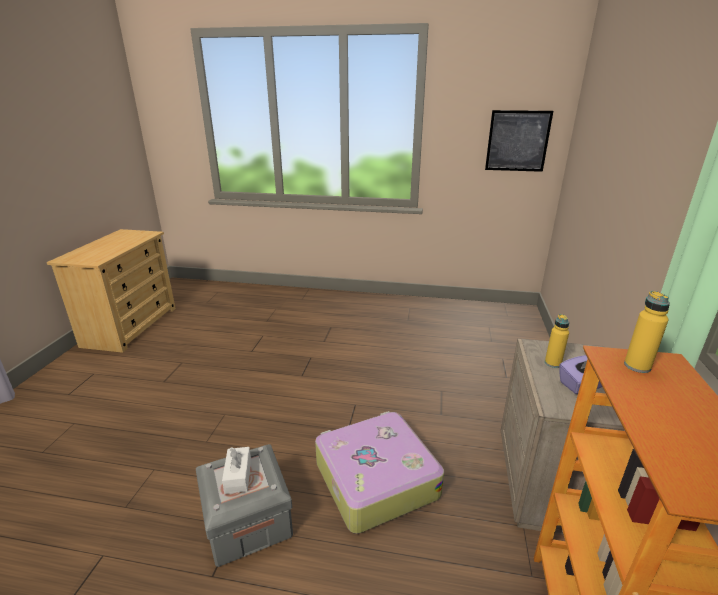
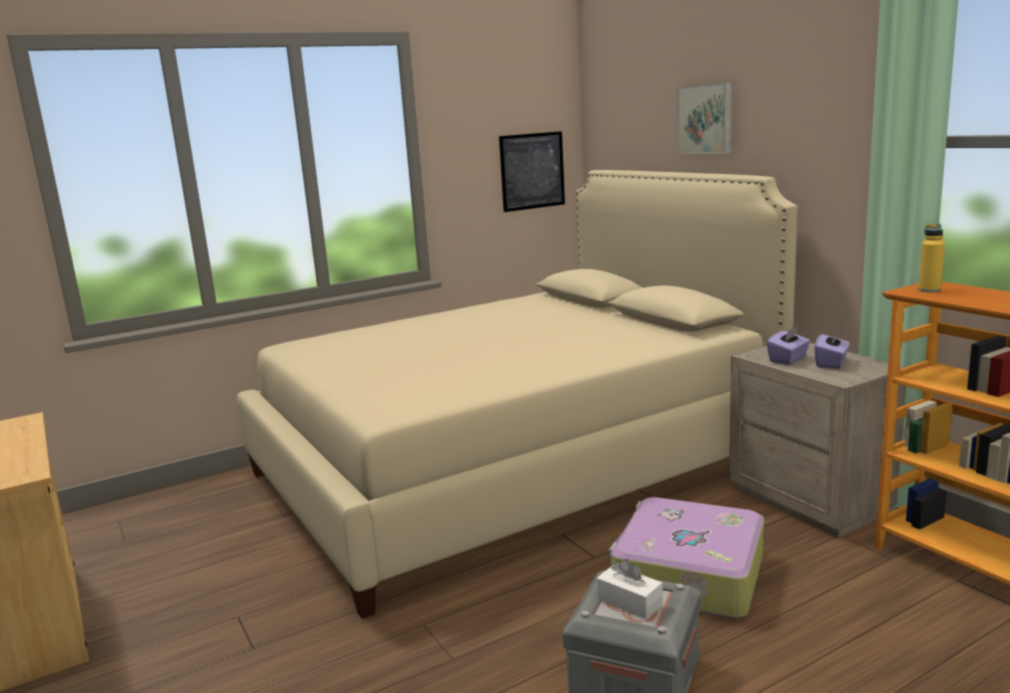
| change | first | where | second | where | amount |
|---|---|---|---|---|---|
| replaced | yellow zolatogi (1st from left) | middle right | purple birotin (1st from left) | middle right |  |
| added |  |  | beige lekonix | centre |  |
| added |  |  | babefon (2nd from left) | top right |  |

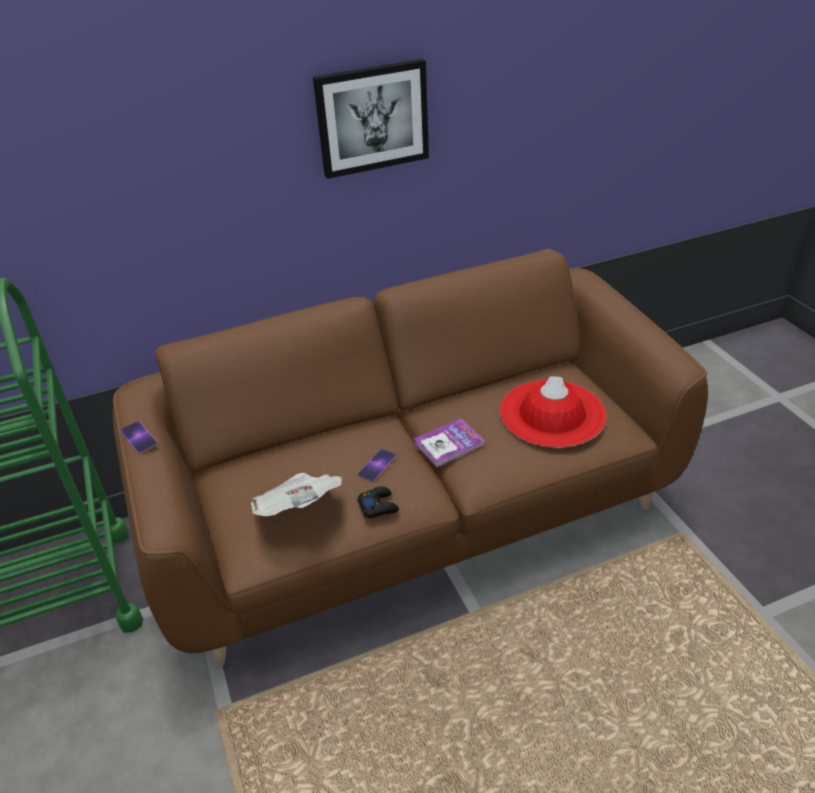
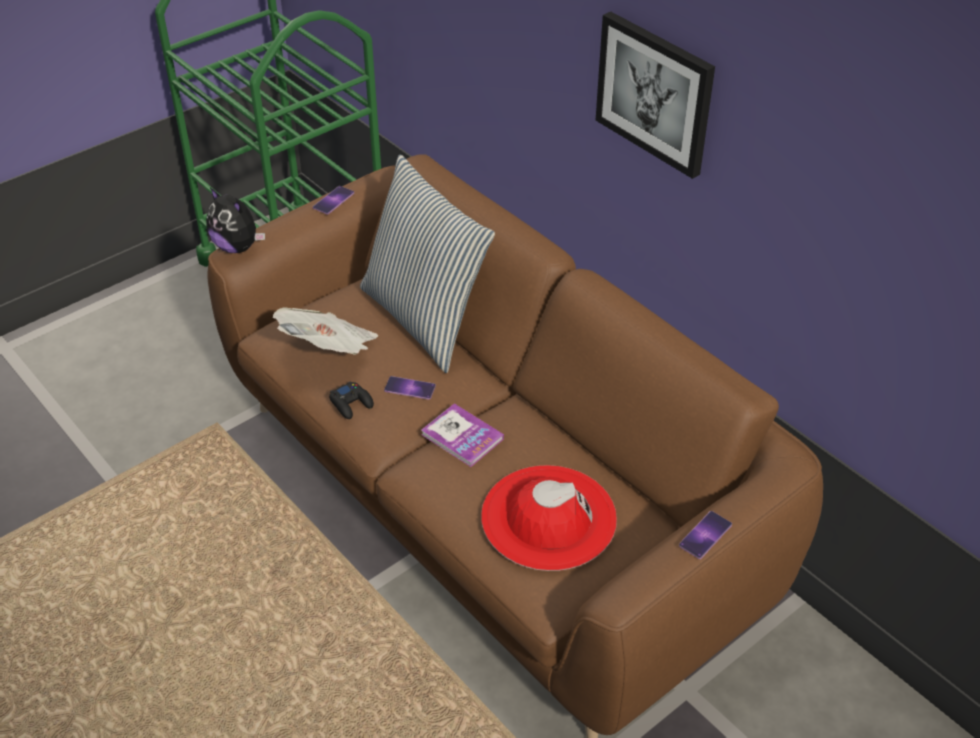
| change | first | where | second | where | amount |
|---|---|---|---|---|---|
| added |  |  | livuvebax | top left |  |
| added |  |  | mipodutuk | centre |  |
| added |  |  | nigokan (3rd from left) | bottom right |  |

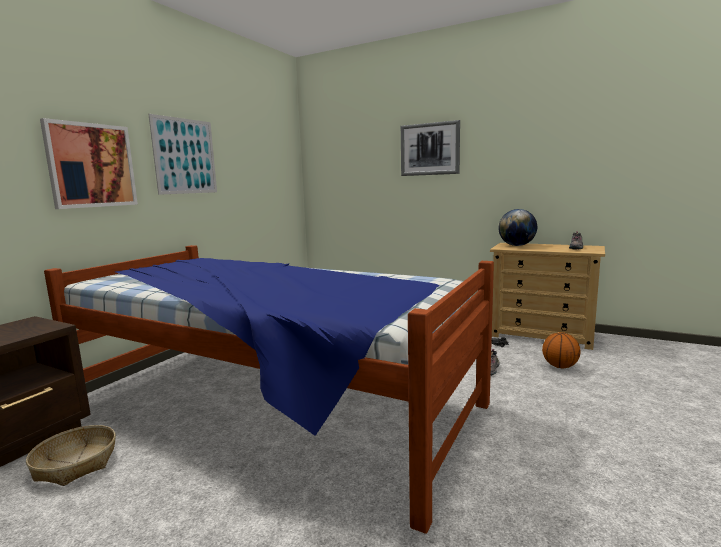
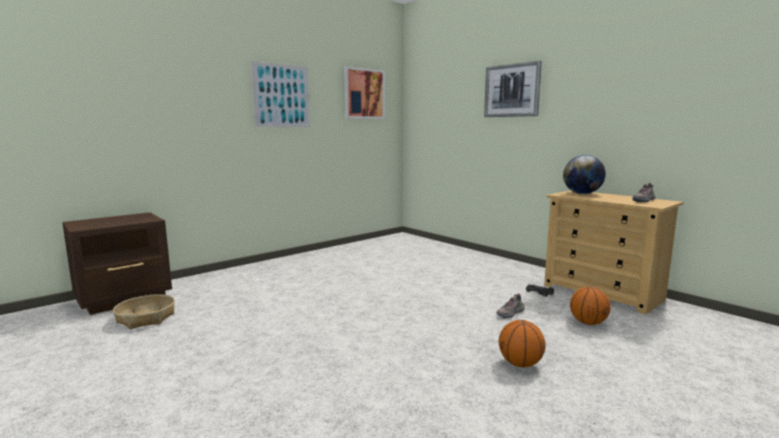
| change | first | where | second | where | amount |
|---|---|---|---|---|---|
| moved | babefon (1st from left in the first image) | top left | babefon (2nd from left) | top centre |  |
| removed | lekonix | bottom centre |  |  |  |
| added |  |  | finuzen (1st from left) | bottom right |  |

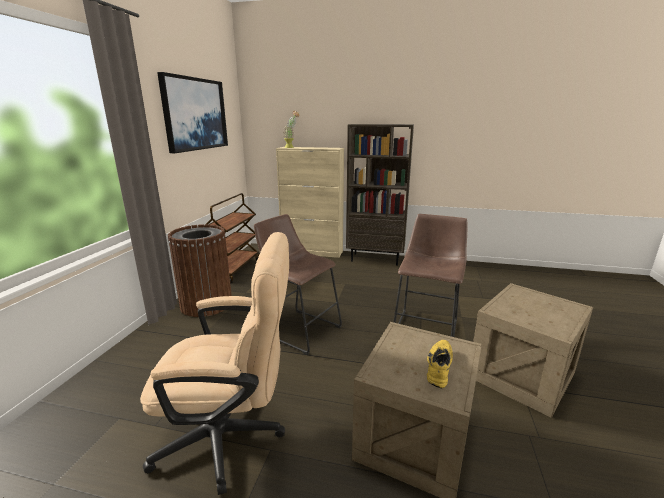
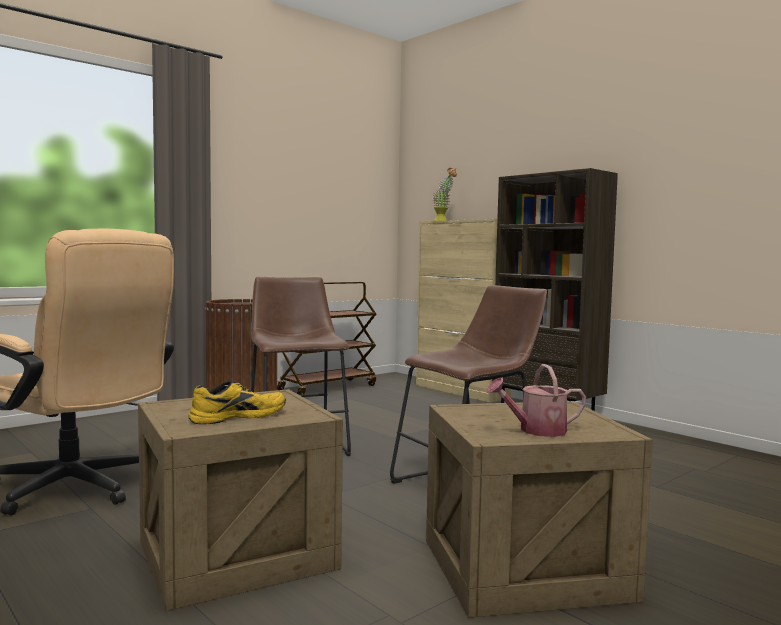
| change | first | where | second | where | amount |
|---|---|---|---|---|---|
| removed | babefon | top left |  |  |  |
| added |  |  | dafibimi | middle right |  |

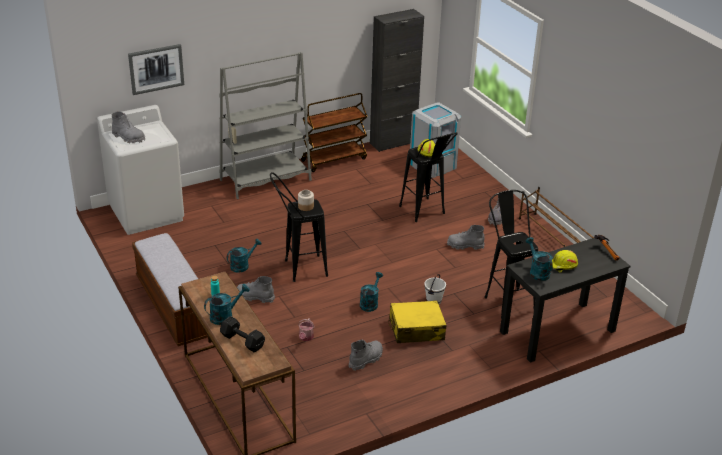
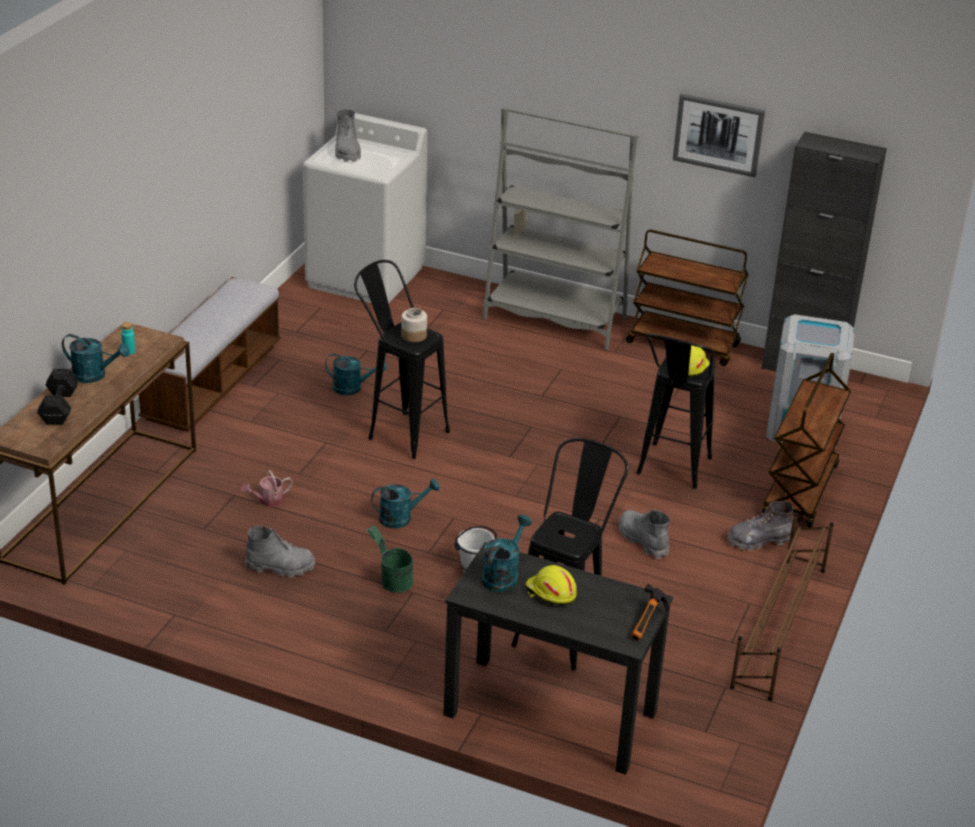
| change | first | where | second | where | amount |
|---|---|---|---|---|---|
| moved | babefon | top left |  | top right |  |
| removed | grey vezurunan (2nd from left) | centre |  |  |  |
| replaced | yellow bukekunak | bottom centre | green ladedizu | bottom centre |  |
| added |  |  | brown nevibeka (2nd from left) | middle right |  |

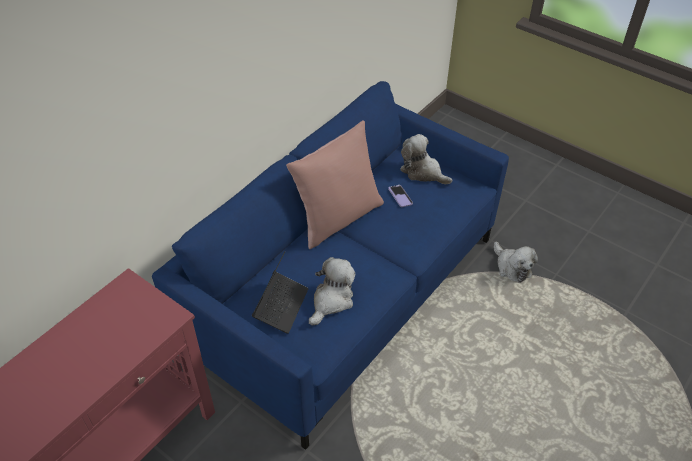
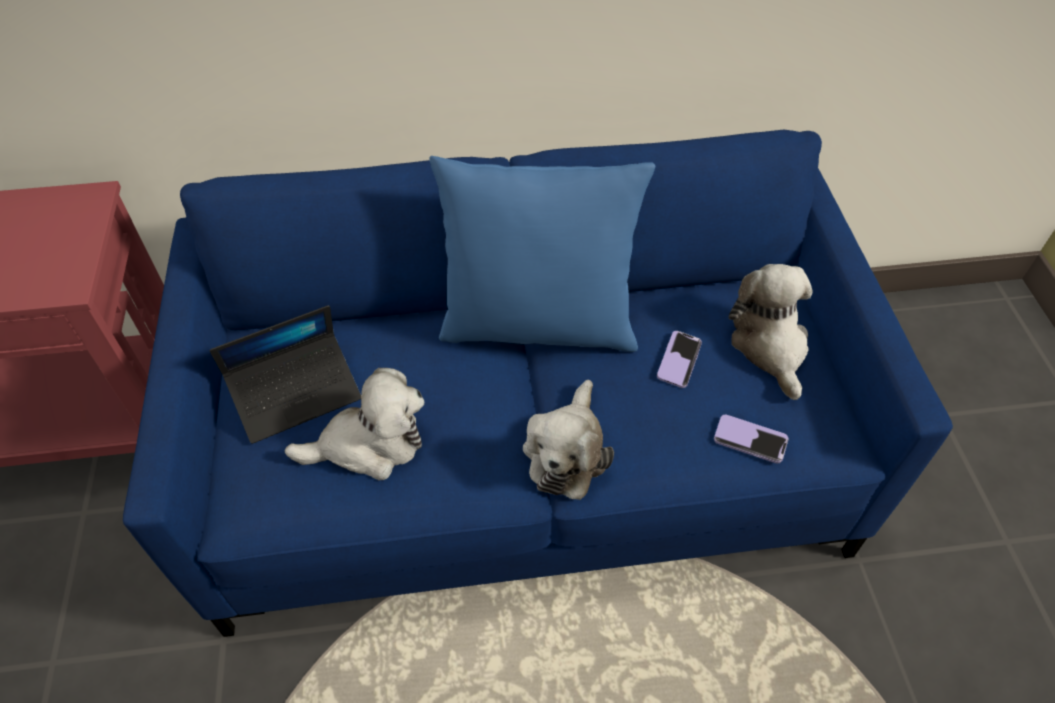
| change | first | where | second | where | amount |
|---|---|---|---|---|---|
| recoloured | pink mipodutuk | centre | blue mipodutuk | centre |  |
| moved | livuvebax (3rd from left in the first image) | middle right | livuvebax (2nd from left) | centre |  |
| added |  |  | nigokan (2nd from left) | middle right |  |

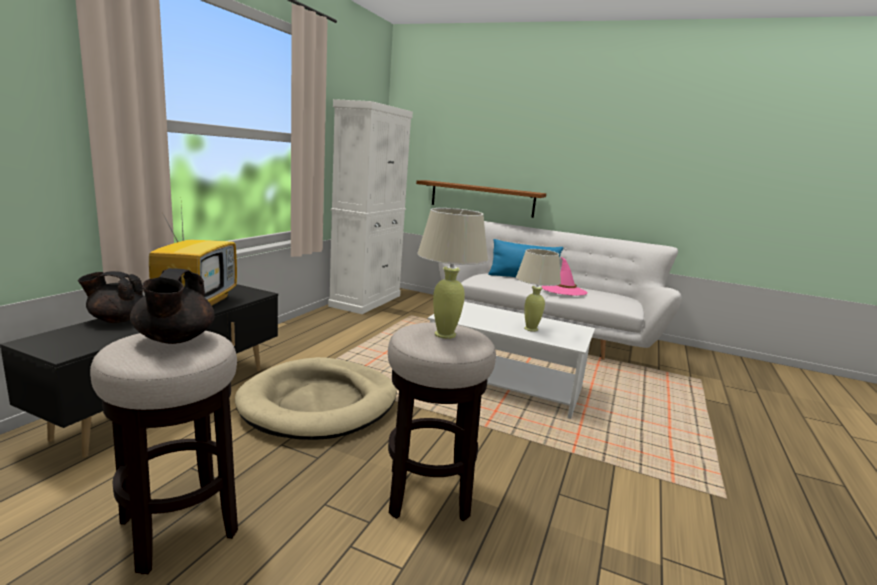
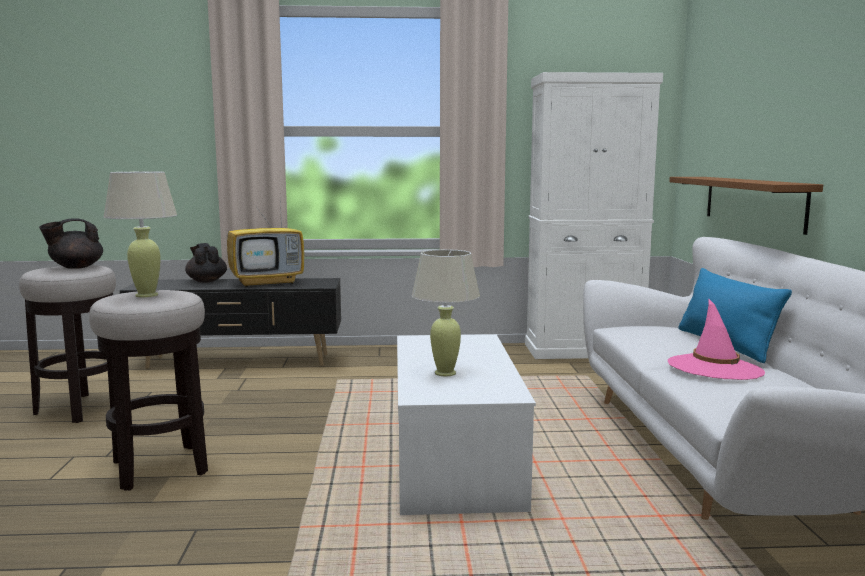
| change | first | where | second | where | amount |
|---|---|---|---|---|---|
| removed | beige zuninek | bottom centre |  |  |  |

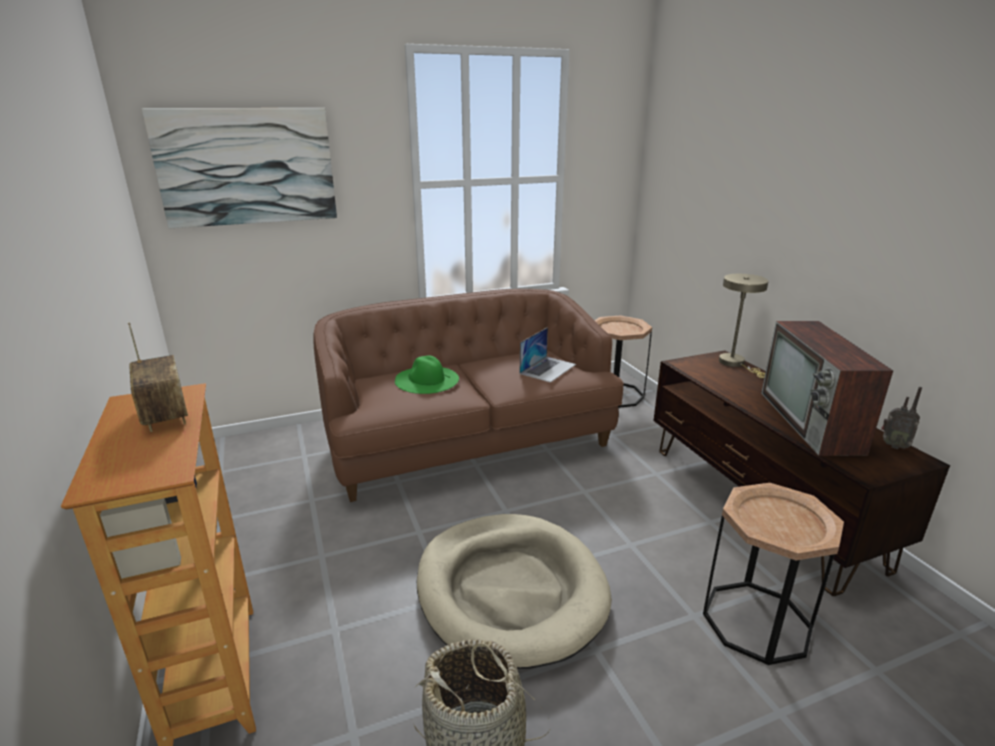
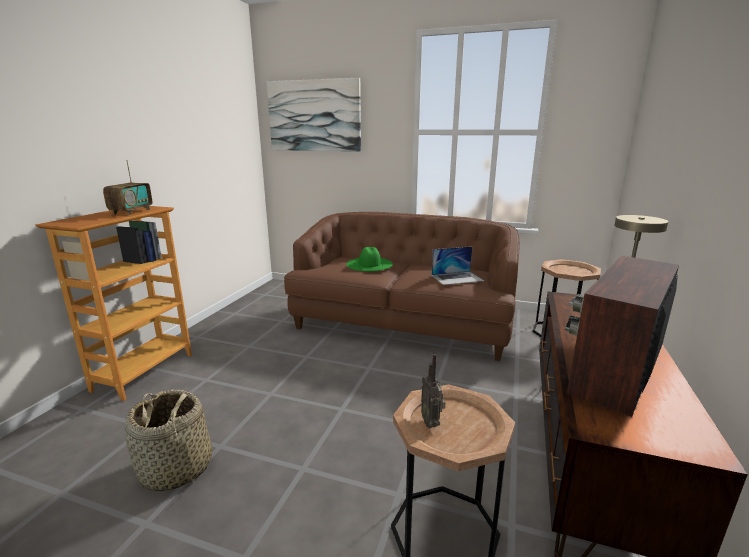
| change | first | where | second | where | amount |
|---|---|---|---|---|---|
| removed | beige zuninek | bottom centre |  |  |  |
| moved | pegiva (2nd from left) | middle right |  | bottom centre |  |

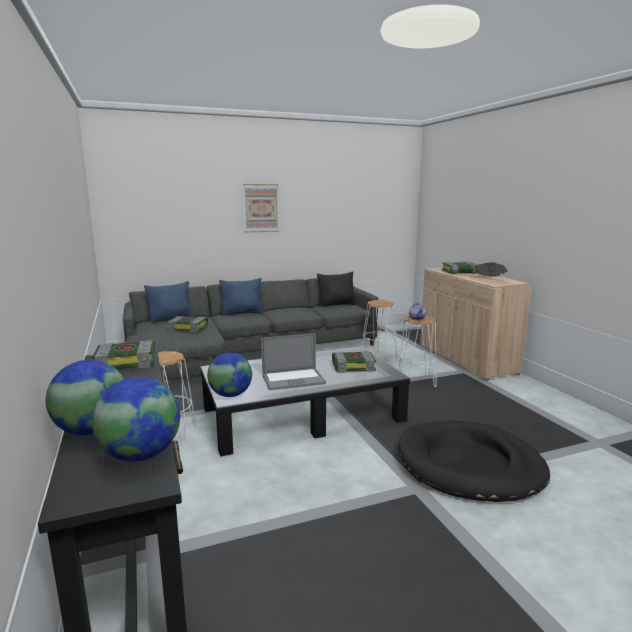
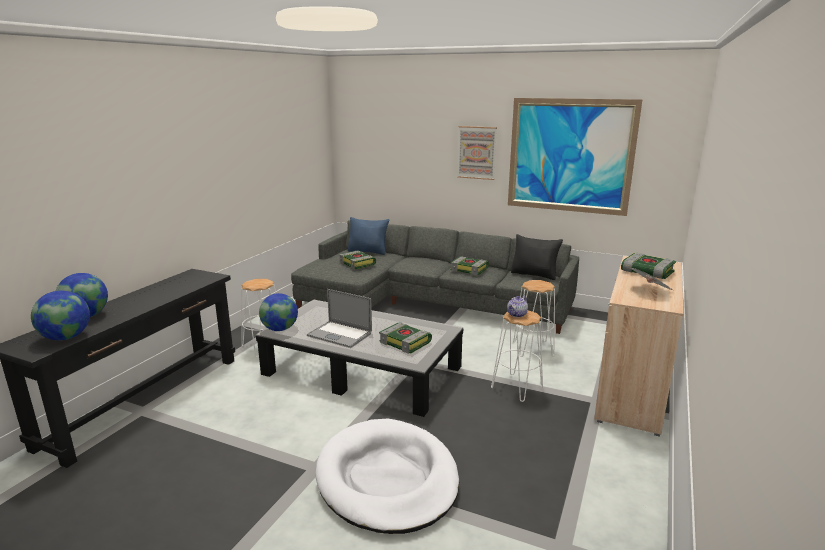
| change | first | where | second | where | amount |
|---|---|---|---|---|---|
| moved | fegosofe (1st from left in the first image) | middle left | fegosofe (3rd from left) | centre |  |
| removed | blue mipodutuk (2nd from left) | centre |  |  |  |
| recoloured | black zuninek | bottom right | white zuninek | bottom centre |  |
| added |  |  | babefon (2nd from left) | top right |  |

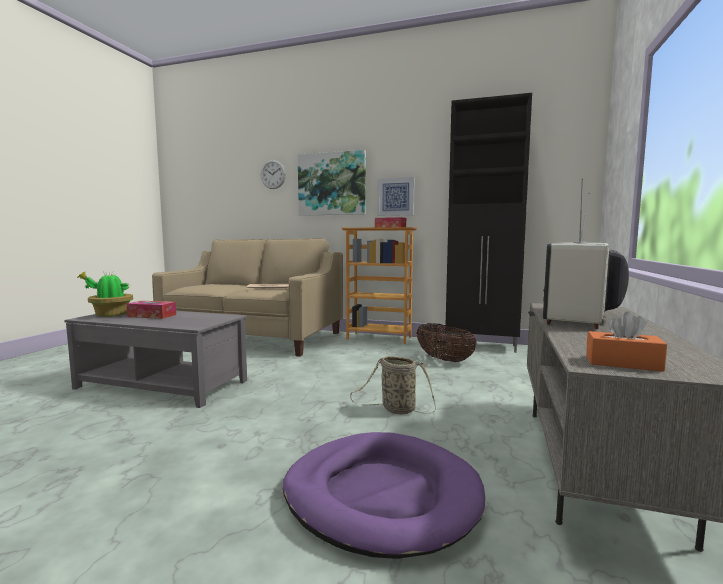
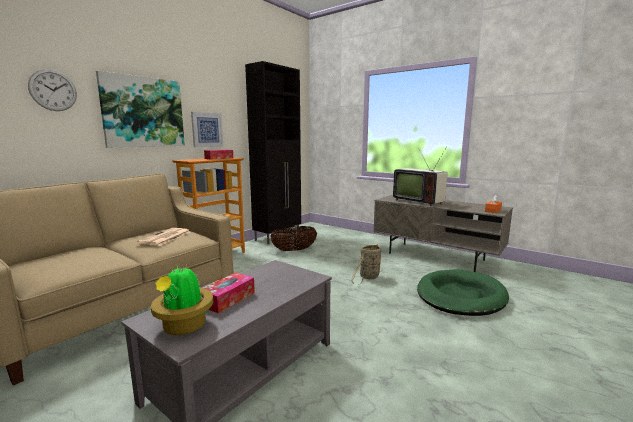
| change | first | where | second | where | amount |
|---|---|---|---|---|---|
| recoloured | purple zuninek | bottom centre | green zuninek | bottom right |  |

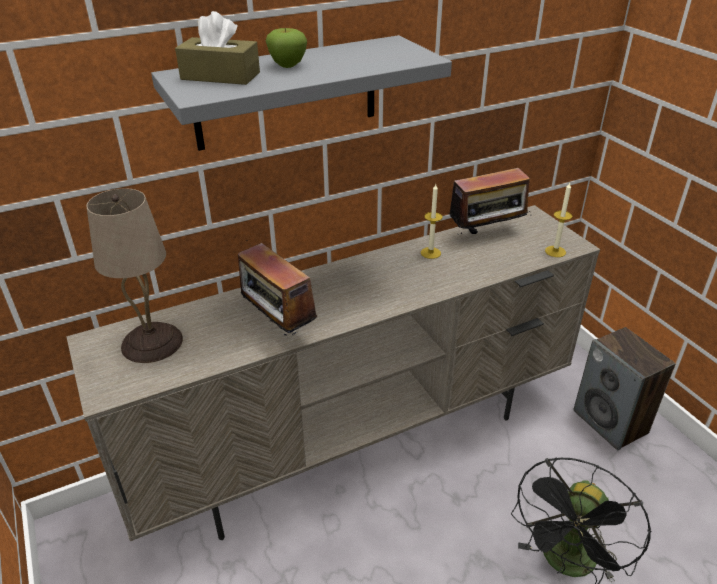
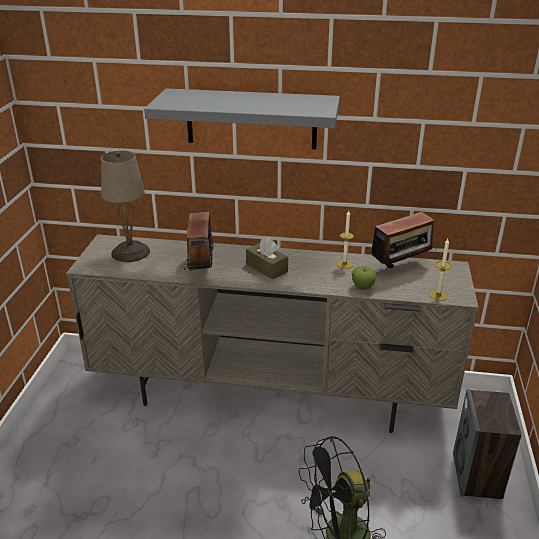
| change | first | where | second | where | amount |
|---|---|---|---|---|---|
| moved | brown birotin | top left |  | centre |  |
| moved | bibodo | top centre |  | middle right |  |
| turned | pegiva (2nd from left) | middle right |  | middle right | 45 degrees counterclockwise |

